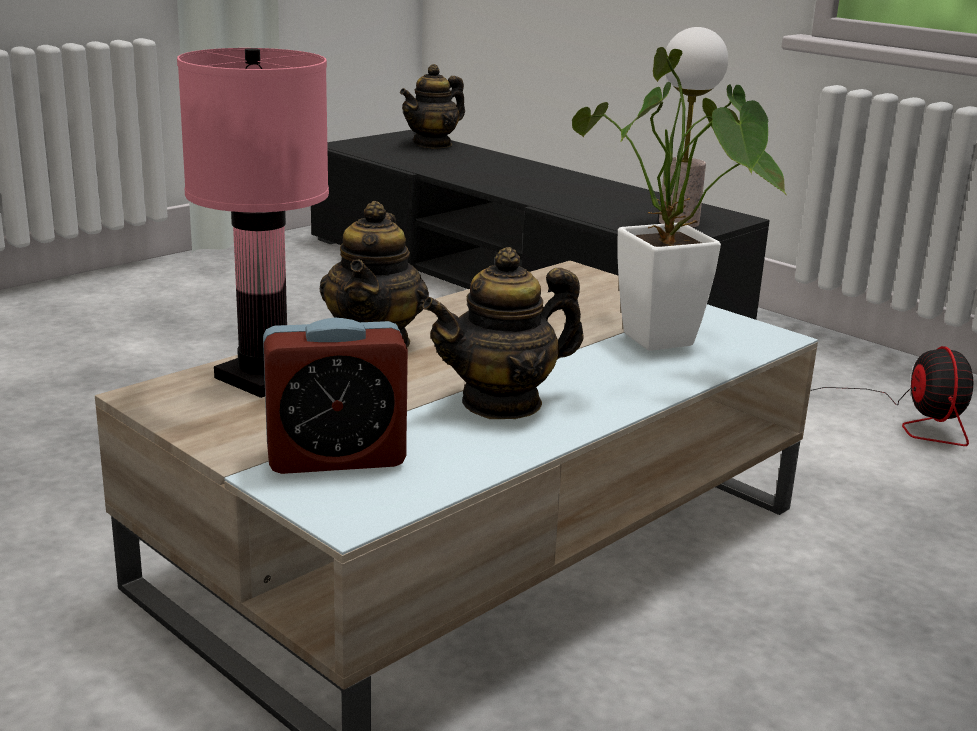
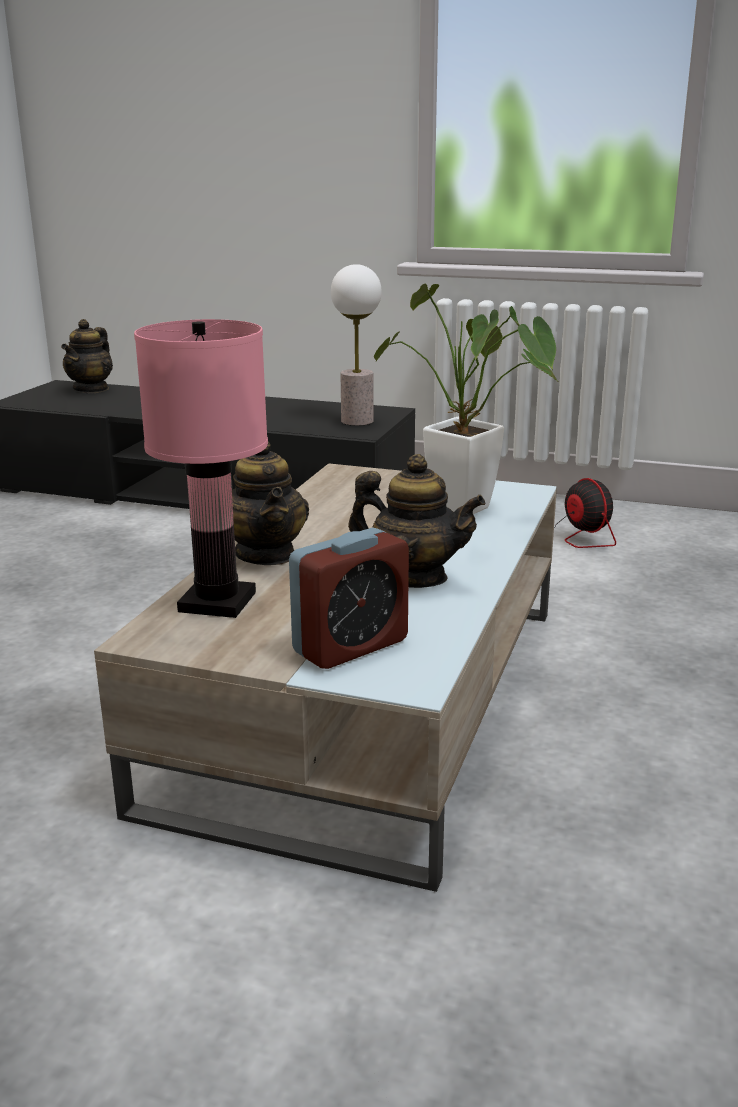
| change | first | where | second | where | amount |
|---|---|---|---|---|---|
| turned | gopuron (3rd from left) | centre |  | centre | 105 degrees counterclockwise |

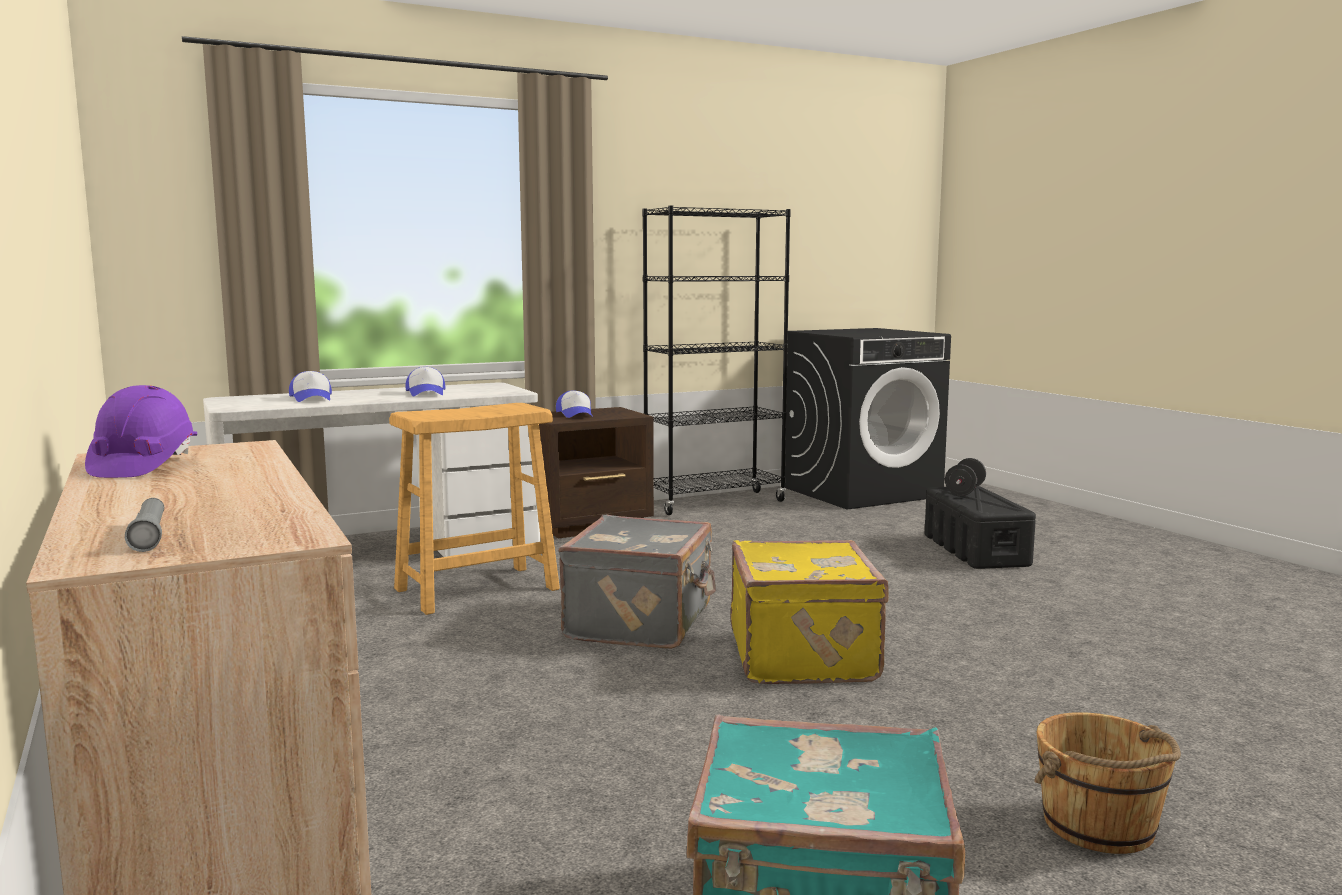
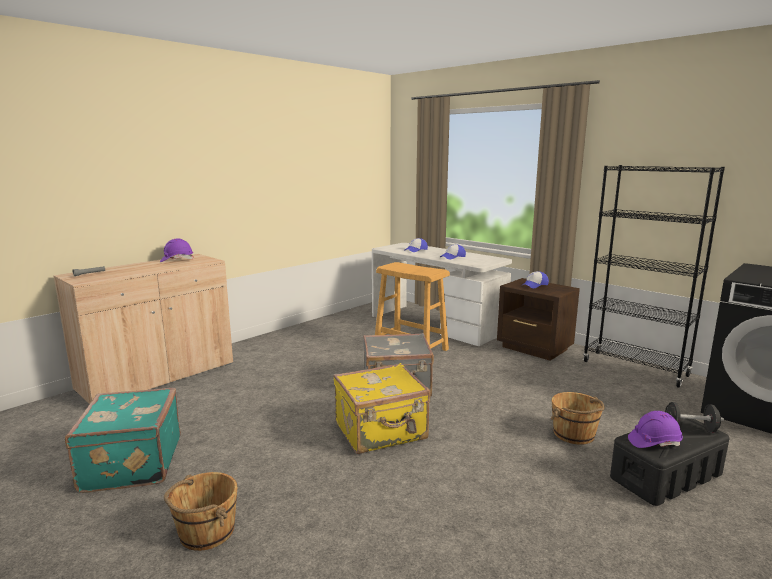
| change | first | where | second | where | amount |
|---|---|---|---|---|---|
| added |  |  | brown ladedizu (2nd from left) | bottom right |  |
| added |  |  | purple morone (2nd from left) | bottom right |  |

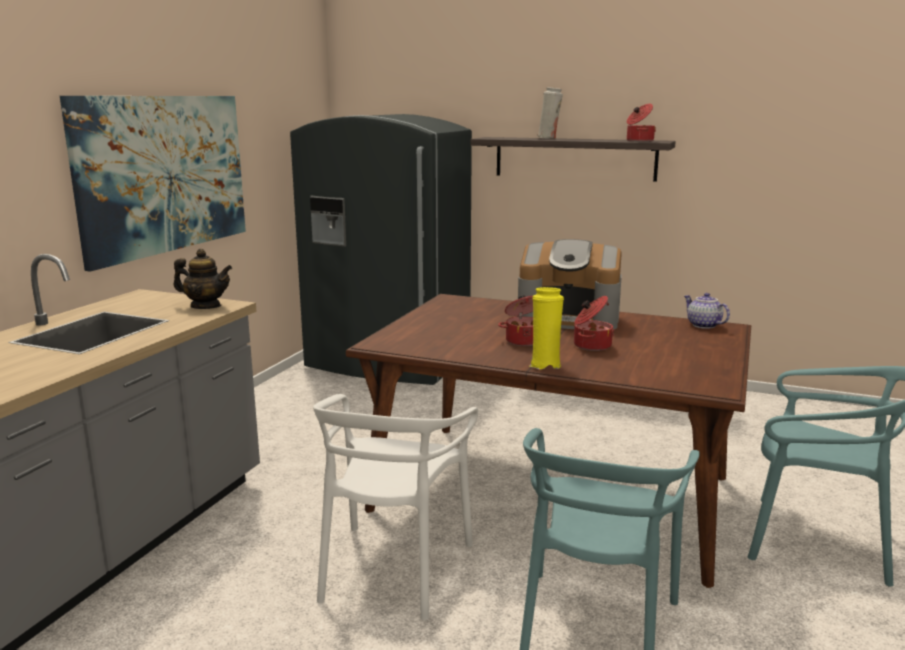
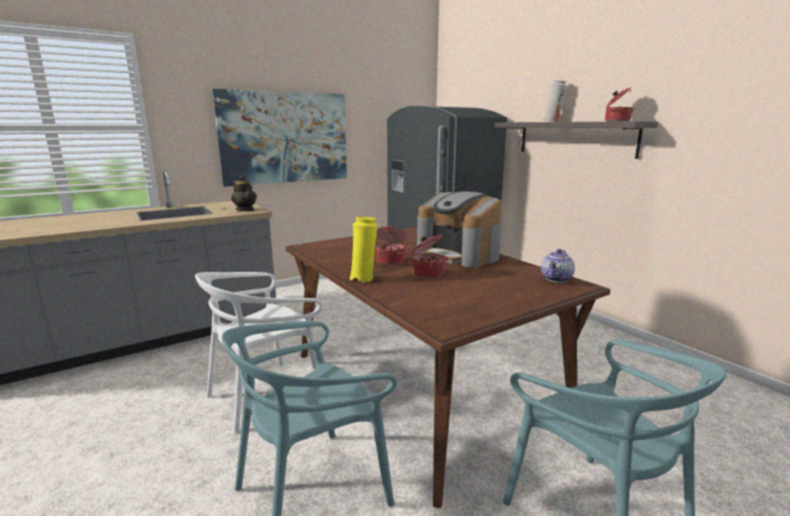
| change | first | where | second | where | amount |
|---|---|---|---|---|---|
| turned | gopuron (2nd from left) | middle right |  | middle right | 150 degrees counterclockwise |

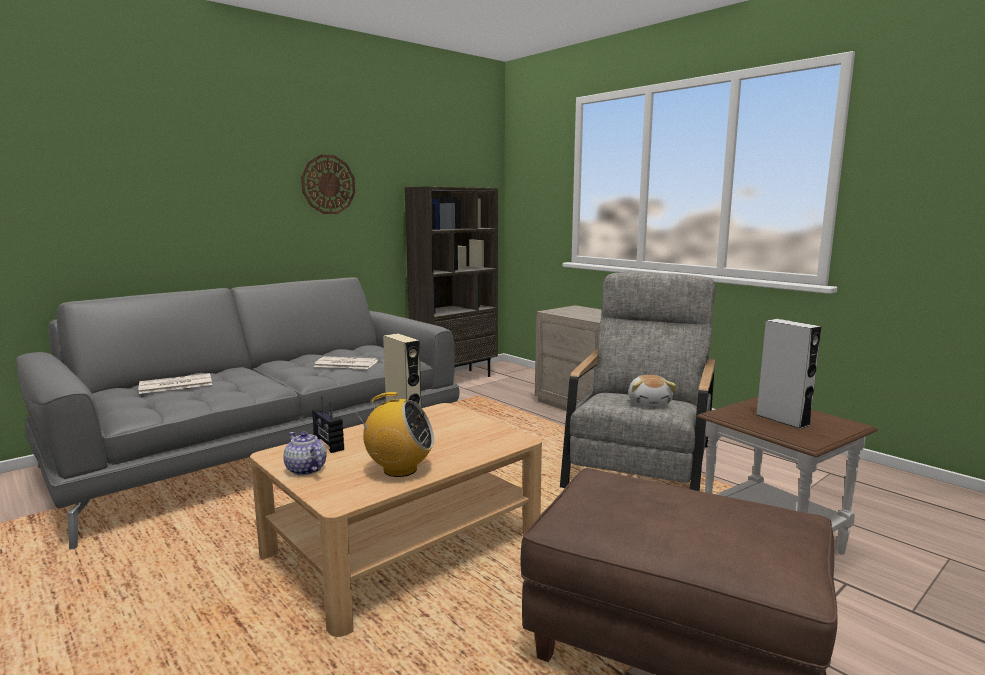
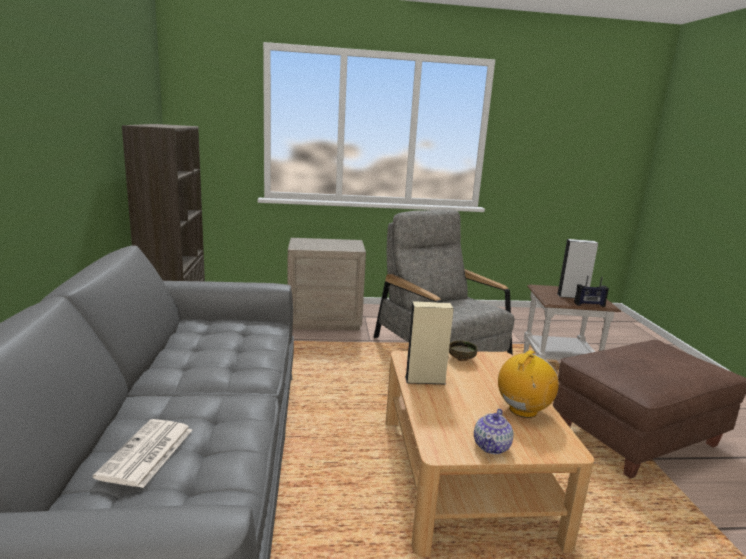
| change | first | where | second | where | amount |
|---|---|---|---|---|---|
| turned | gopuron | bottom left |  | bottom centre | 60 degrees counterclockwise |
| removed | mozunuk | top left |  |  |  |
| moved | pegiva (1st from left in the first image) | middle left | pegiva (2nd from left) | middle right |  |
| removed | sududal (2nd from left) | centre |  |  |  |
| removed | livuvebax | centre |  |  |  |
| added |  |  | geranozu | centre |  |

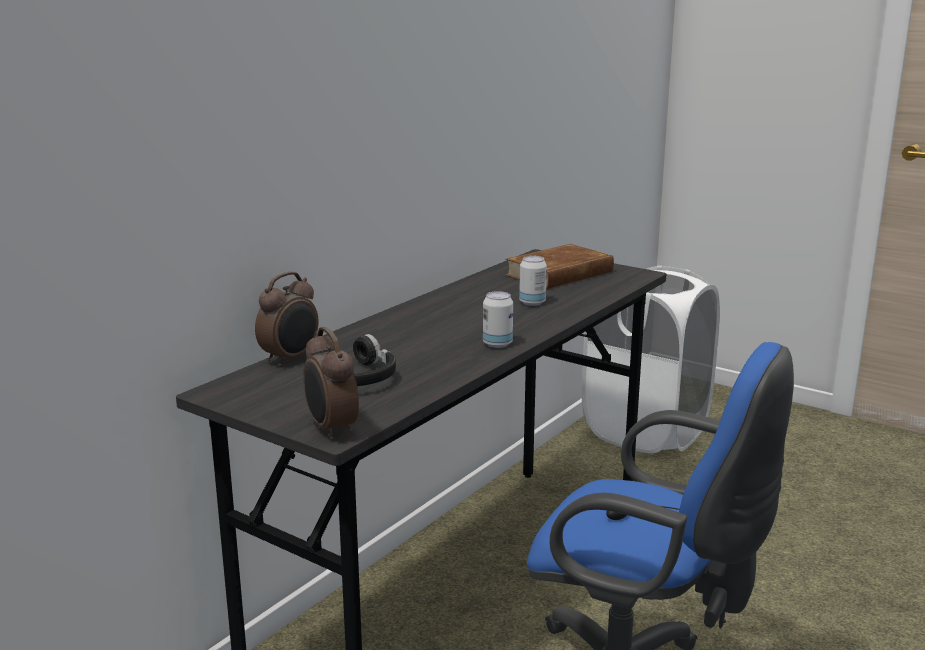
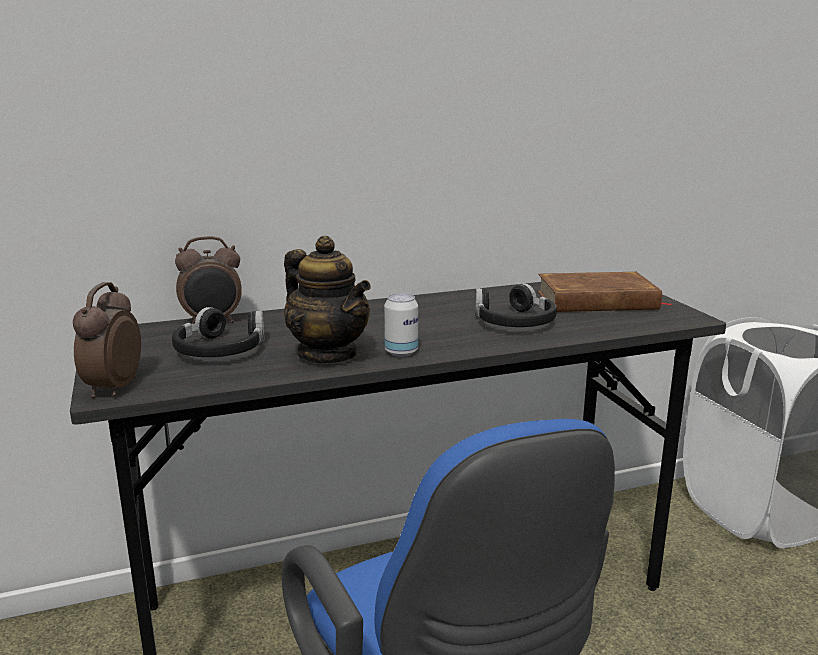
| change | first | where | second | where | amount |
|---|---|---|---|---|---|
| replaced | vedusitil (2nd from left) | centre | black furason (2nd from left) | centre |  |
| added |  |  | gopuron | centre |  |

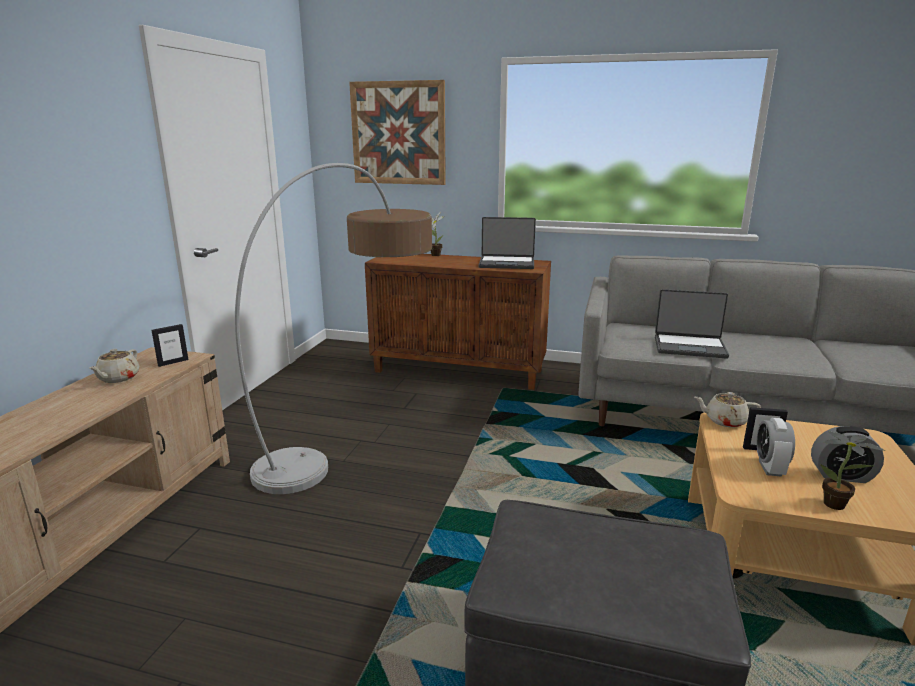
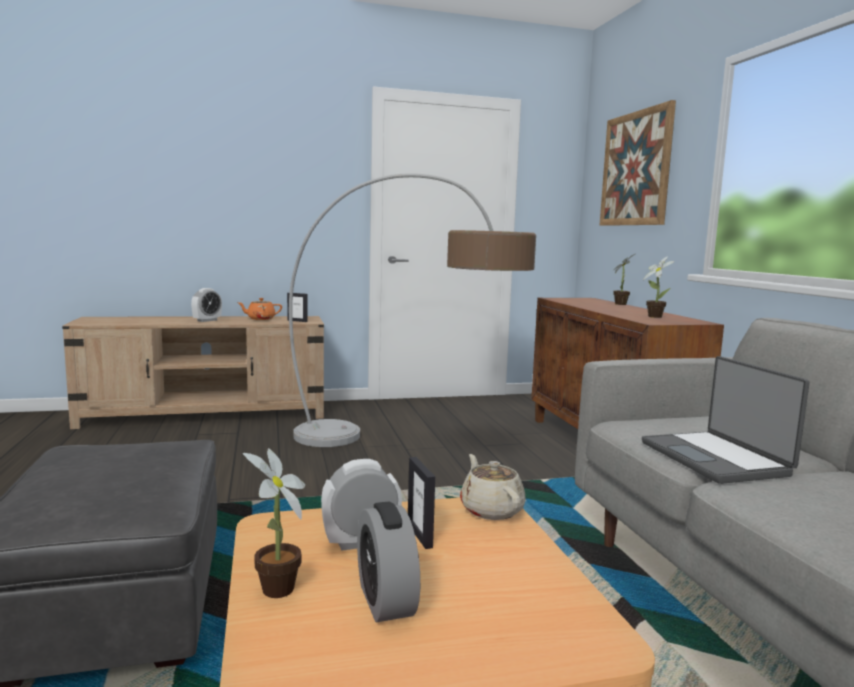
| change | first | where | second | where | amount |
|---|---|---|---|---|---|
| recoloured | beige gopuron (1st from left) | middle left | orange gopuron | middle left |  |
| replaced | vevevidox (1st from left) | centre | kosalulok (3rd from left) | middle right |  |
| added |  |  | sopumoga (1st from left) | middle left |  |

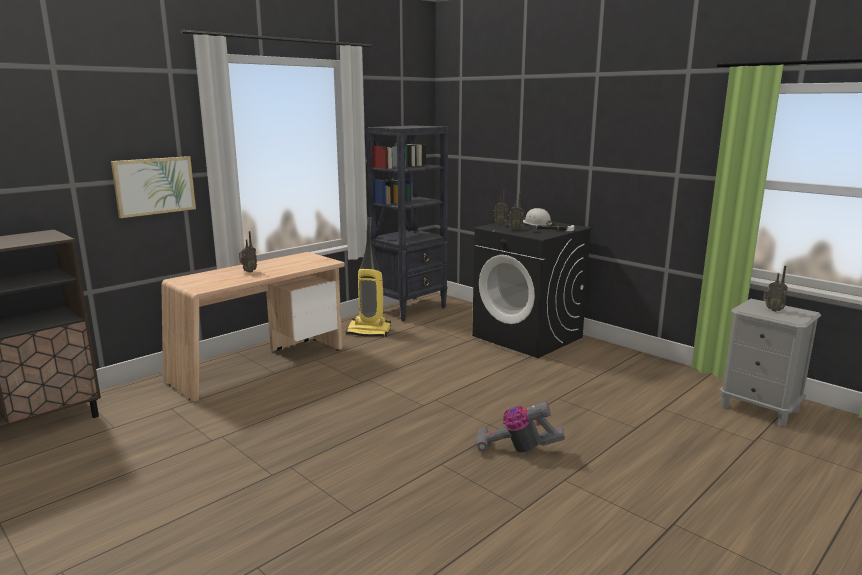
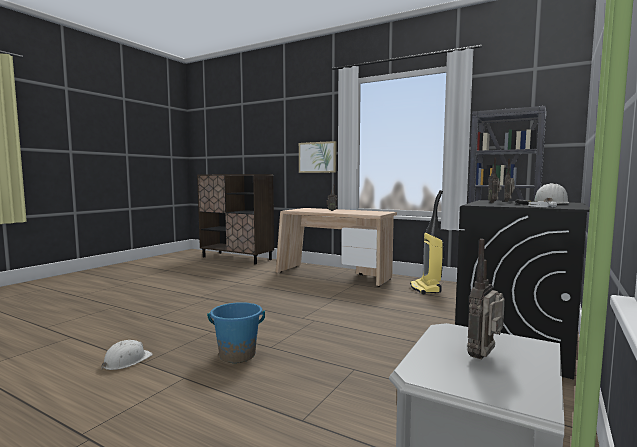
| change | first | where | second | where | amount |
|---|---|---|---|---|---|
| replaced | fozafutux (2nd from left) | bottom centre | blue ladedizu | bottom centre |  |
| added |  |  | white morone (1st from left) | bottom left |  |

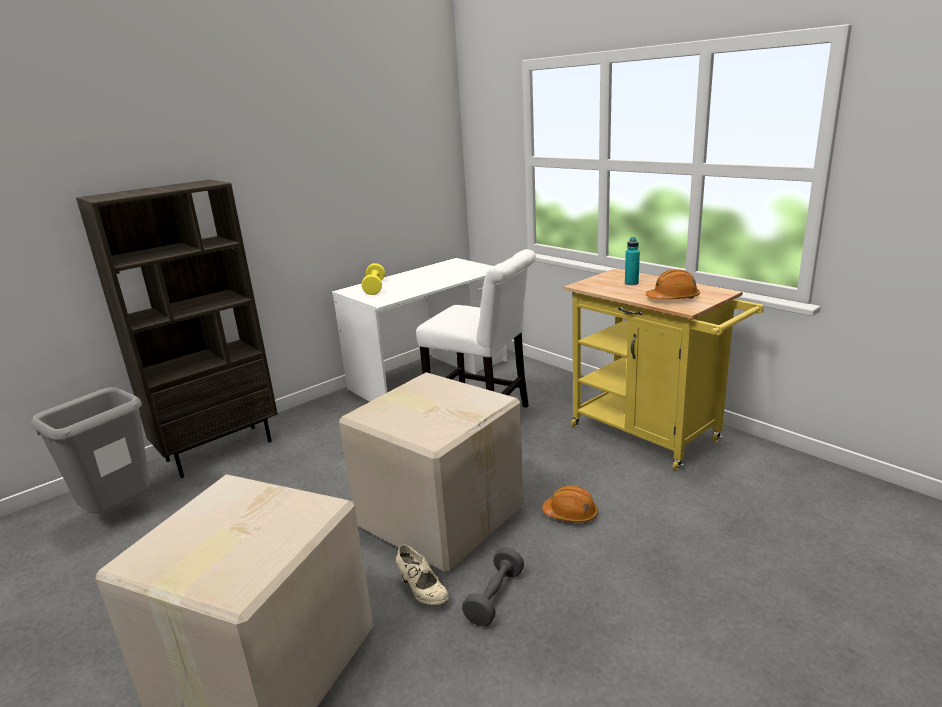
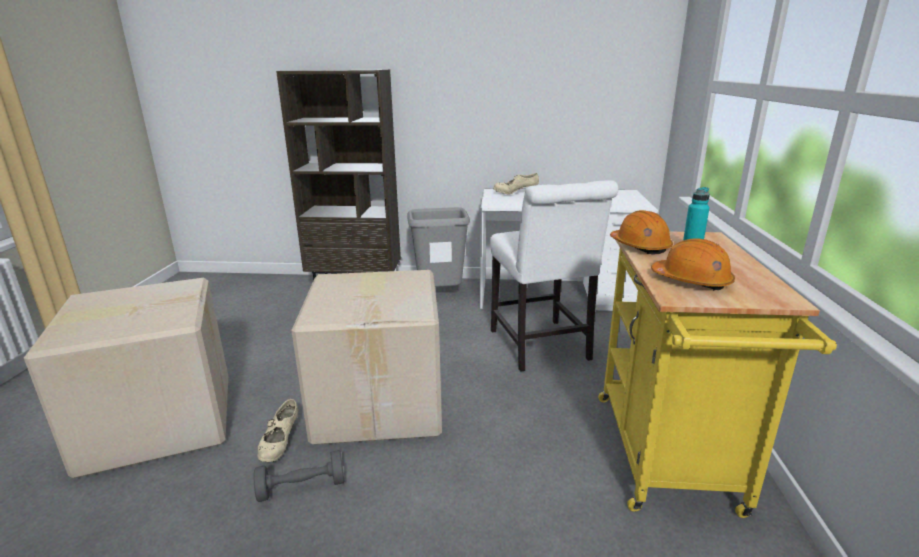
| change | first | where | second | where | amount |
|---|---|---|---|---|---|
| moved | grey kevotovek | middle left |  | centre |  |
| replaced | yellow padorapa | centre | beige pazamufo (2nd from left) | top centre |  |
| moved | orange morone (1st from left) | bottom centre |  | middle right |  |

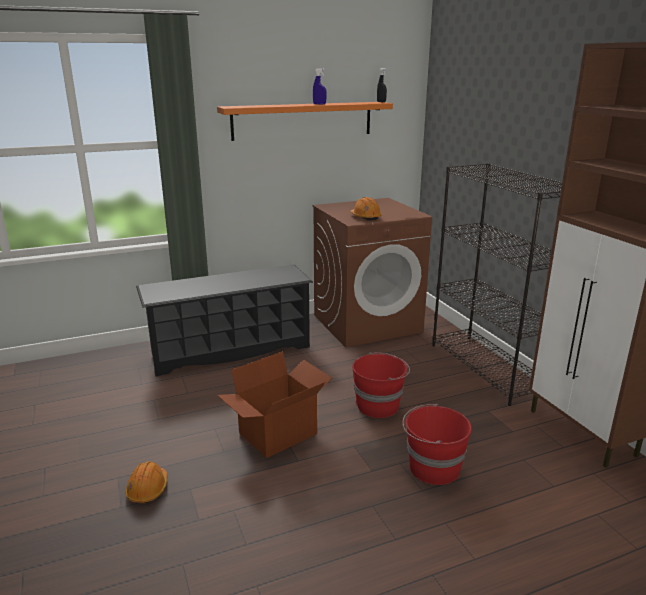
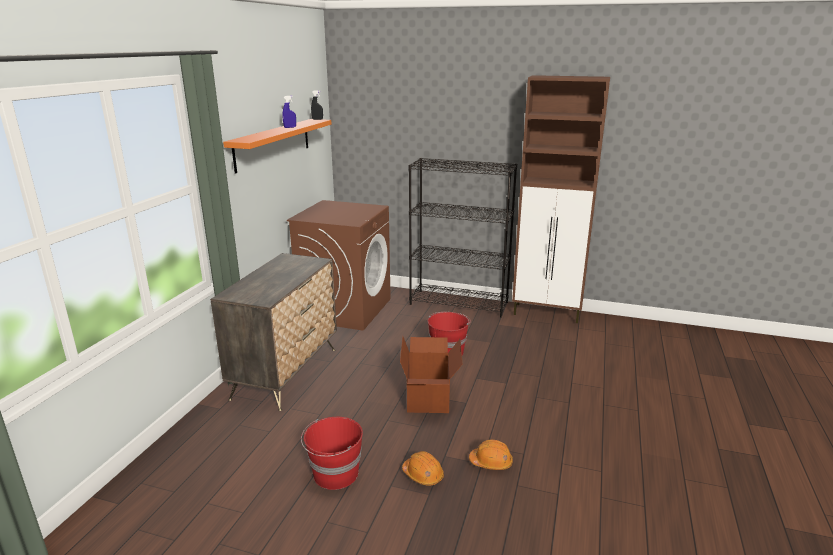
| change | first | where | second | where | amount |
|---|---|---|---|---|---|
| replaced | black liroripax | centre | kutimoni | middle left |  |
| moved | orange morone (2nd from left) | centre |  | bottom centre |  |
| moved | red ladedizu (2nd from left in the first image) | bottom right | red ladedizu (1st from left) | bottom centre |  |

